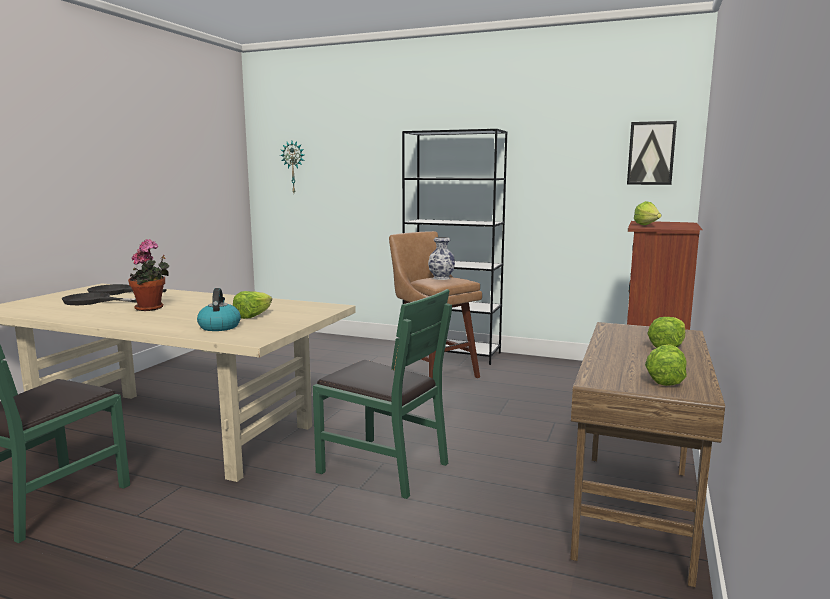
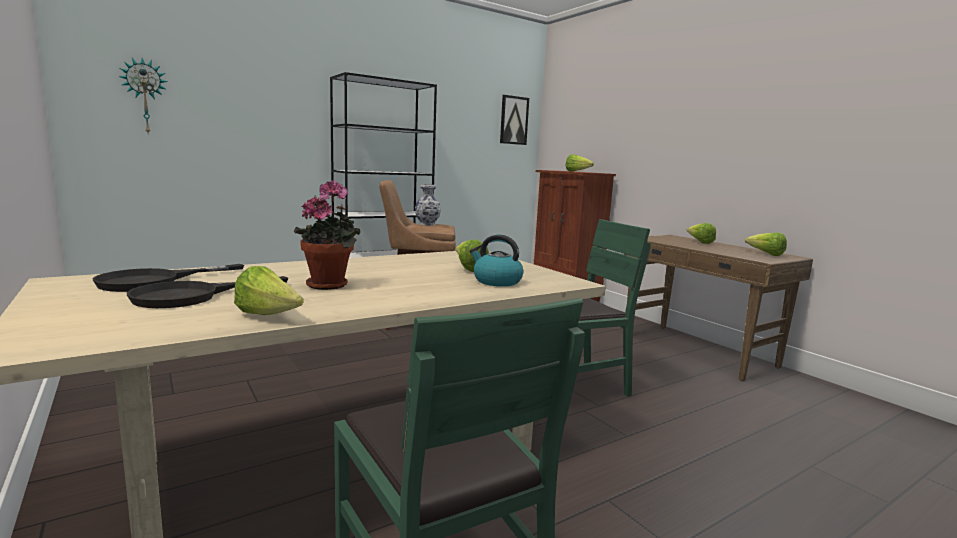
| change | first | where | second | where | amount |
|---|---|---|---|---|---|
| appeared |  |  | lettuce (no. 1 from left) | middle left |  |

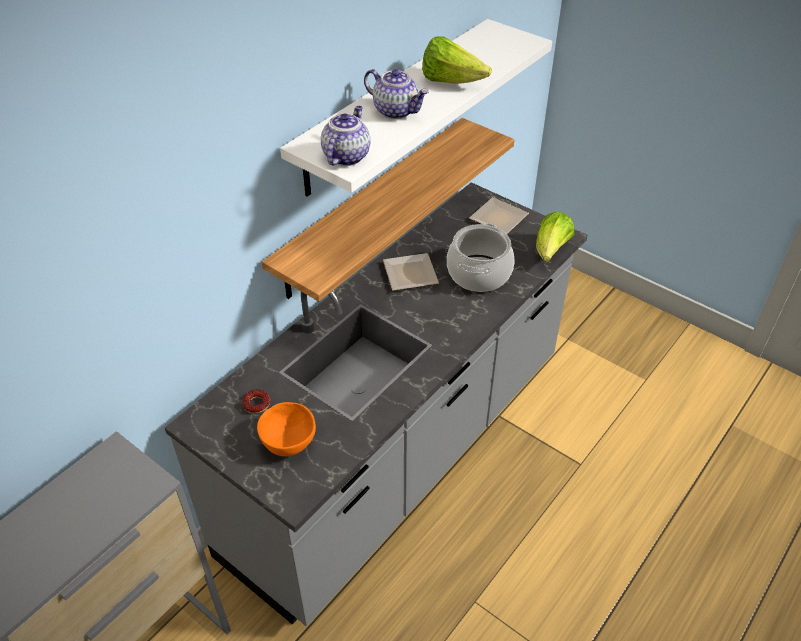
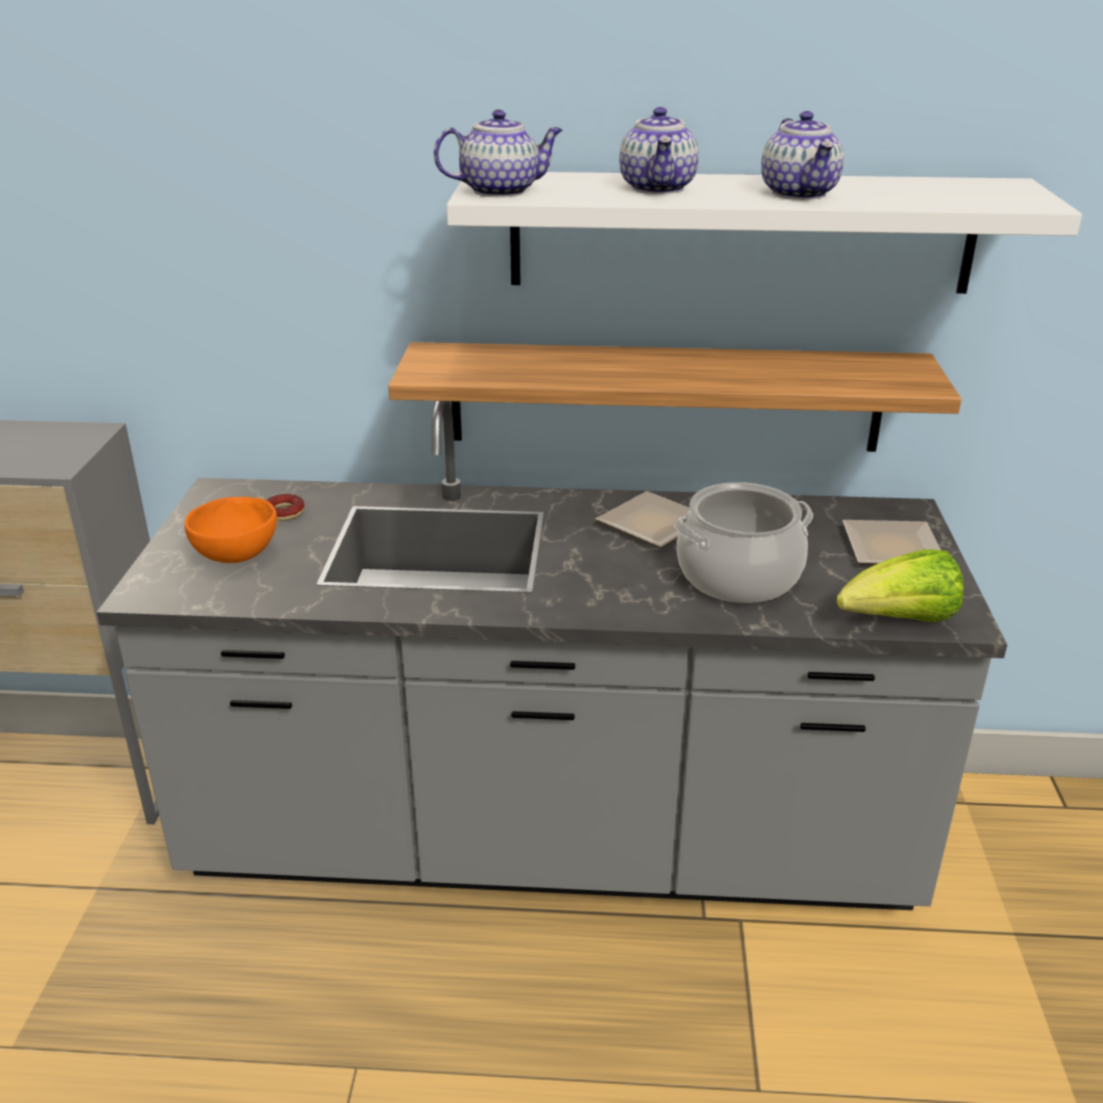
| change | first | where | second | where | amount |
|---|---|---|---|---|---|
| exchanged | lettuce (no. 1 from left) | top centre | tea pot (no. 3 from left) | top right |  |

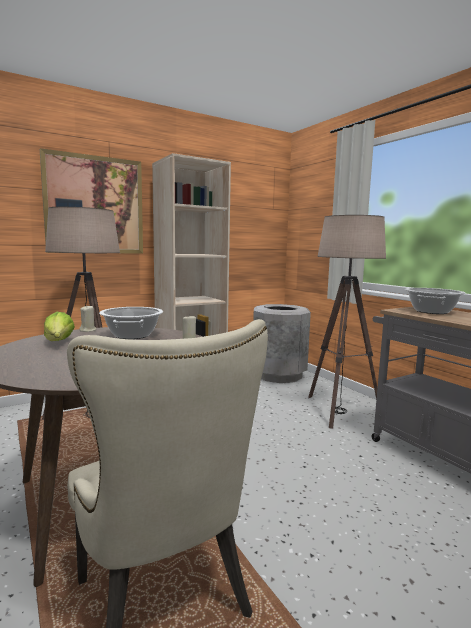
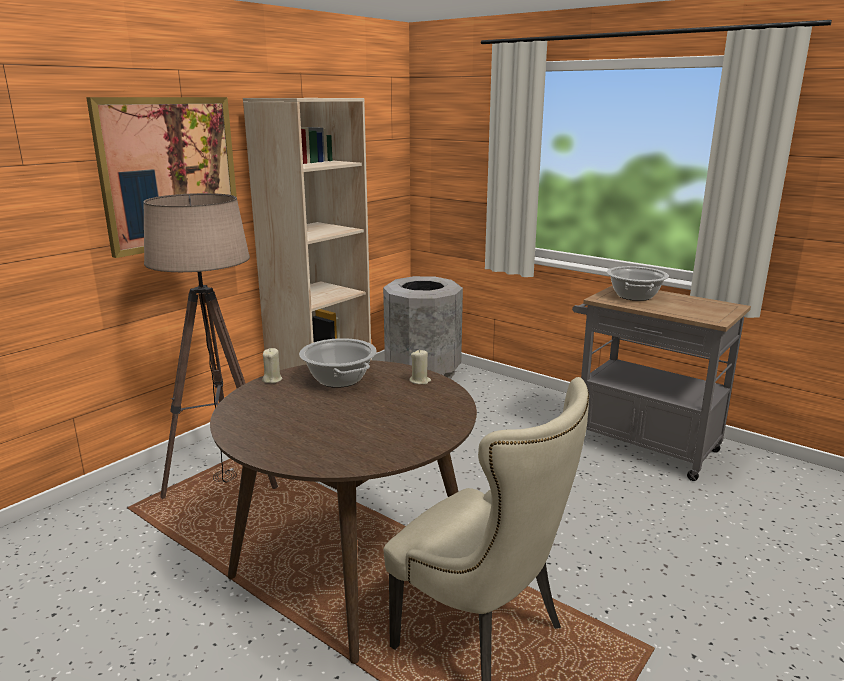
| change | first | where | second | where | amount |
|---|---|---|---|---|---|
| missing | lettuce | middle left |  |  |  |
| missing | standing lamp (no. 2 from left) | middle right |  |  |  |

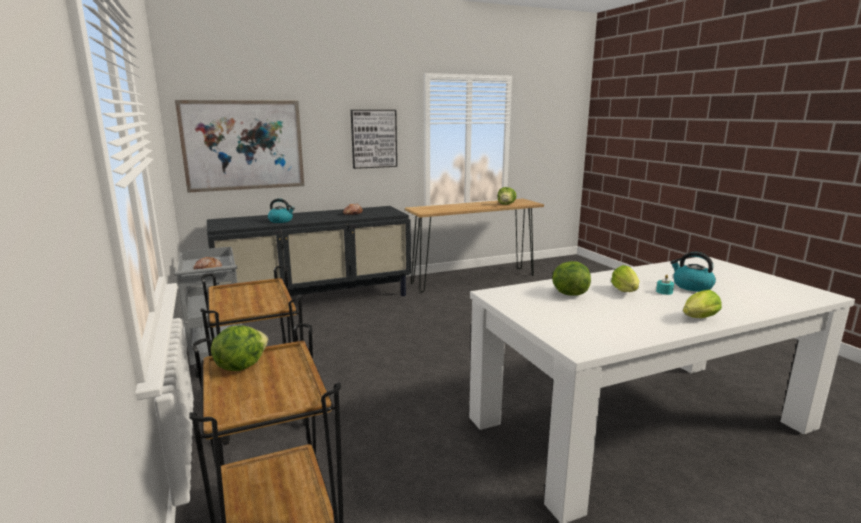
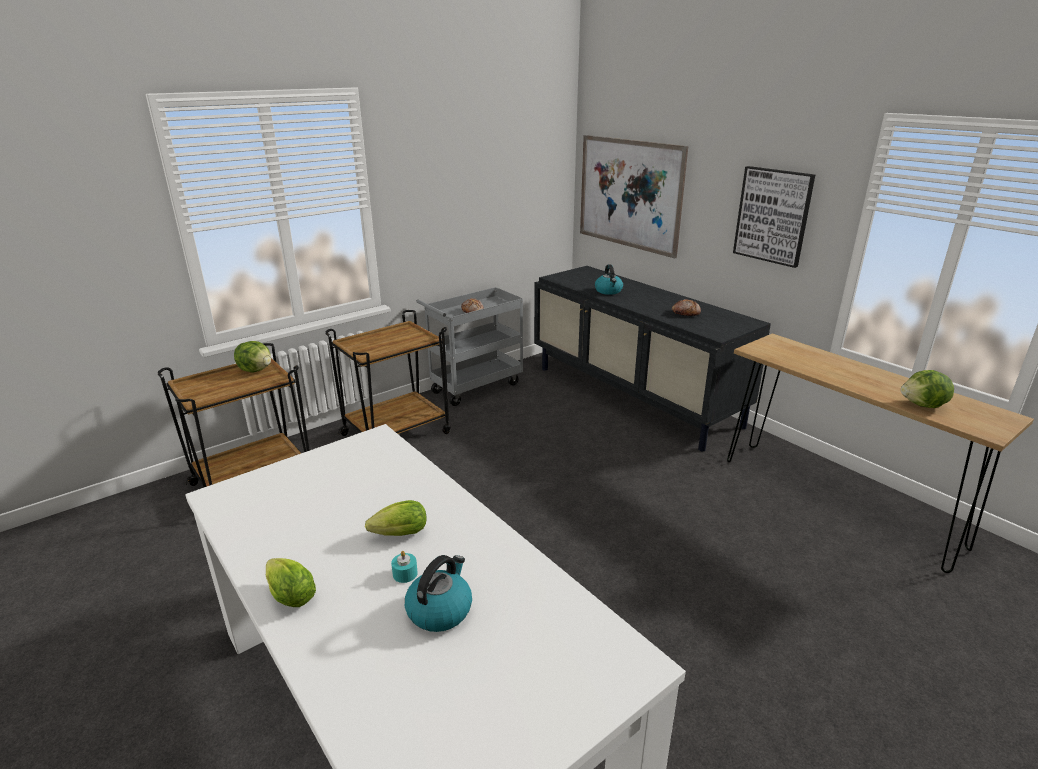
| change | first | where | second | where | amount |
|---|---|---|---|---|---|
| missing | lettuce (no. 3 from left) | centre |  |  |  |

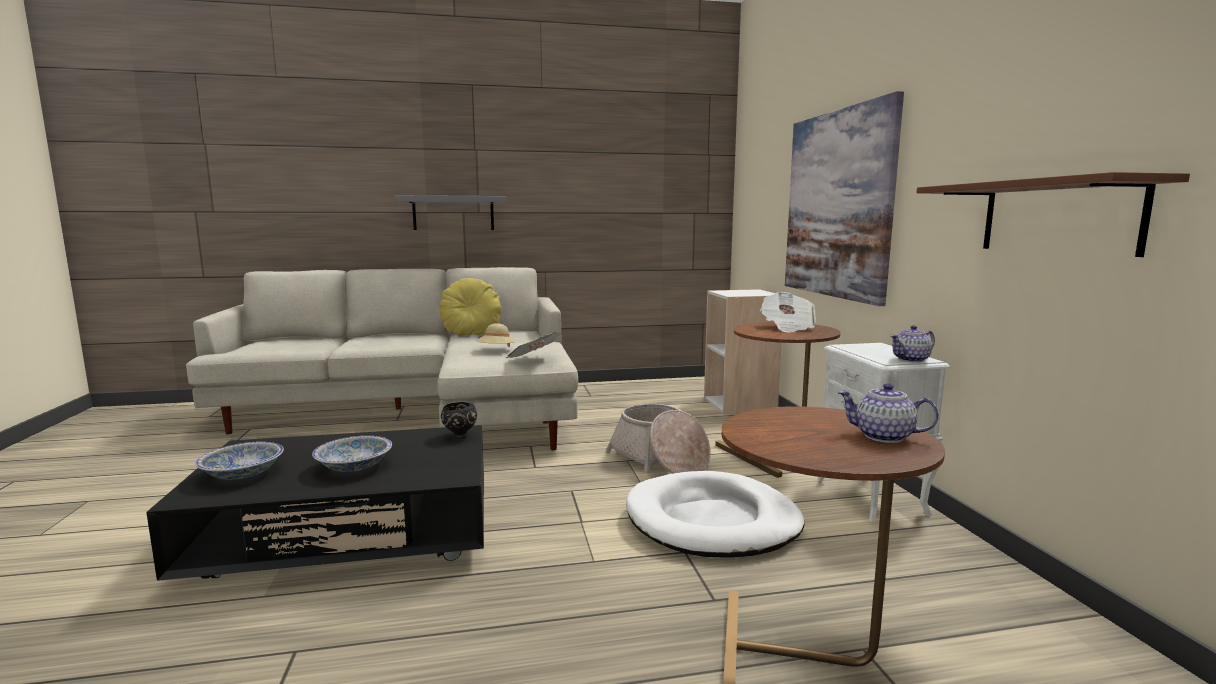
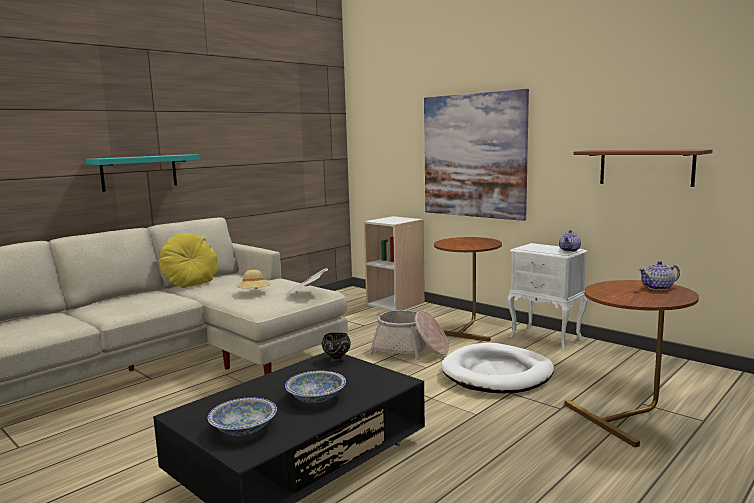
| change | first | where | second | where | amount |
|---|---|---|---|---|---|
| colour | grey shelf | top centre | blue-green shelf | middle left |  |
| missing | printed paper (no. 2 from left) | centre |  |  |  |

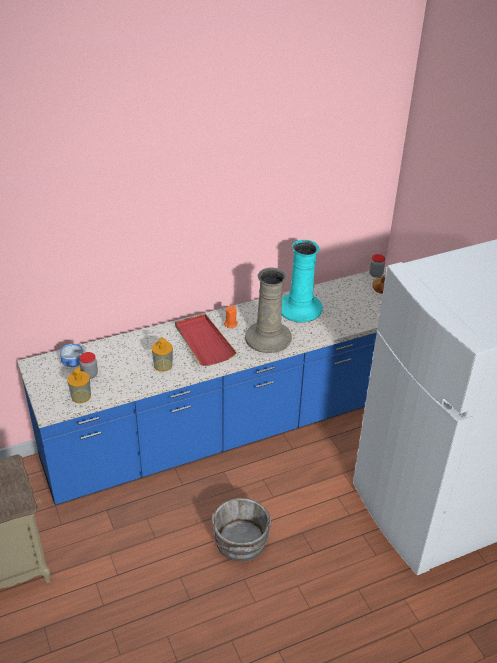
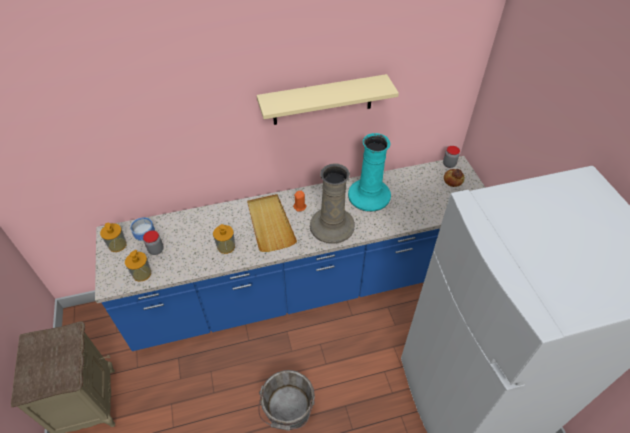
| change | first | where | second | where | amount |
|---|---|---|---|---|---|
| colour | reddish serving tray | centre | sand-coloured serving tray | centre |  |
| appeared |  |  | liquid soap bottle (no. 1 from left) | middle left |  |
| appeared |  |  | sand-coloured shelf | top centre |  |

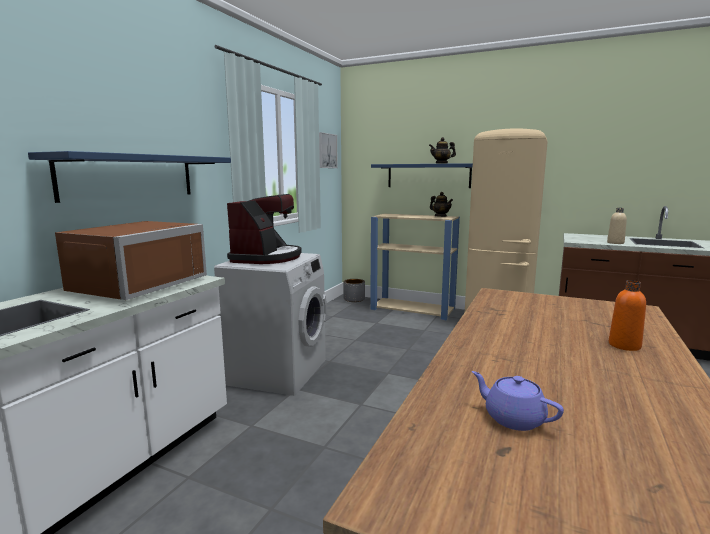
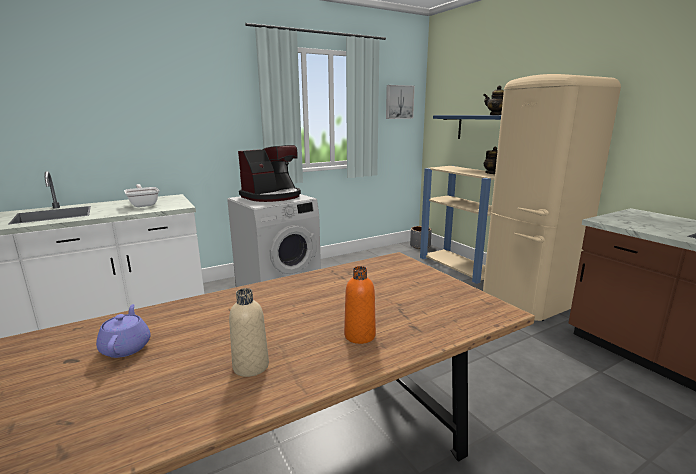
| change | first | where | second | where | amount |
|---|---|---|---|---|---|
| missing | bluish shelf (no. 1 from left) | top left |  |  |  |
| exchanged | brownish kitchen microwave | middle left | skillet | middle left |  |
| relocated | sand-coloured drink bottle | middle right |  | bottom centre |  |

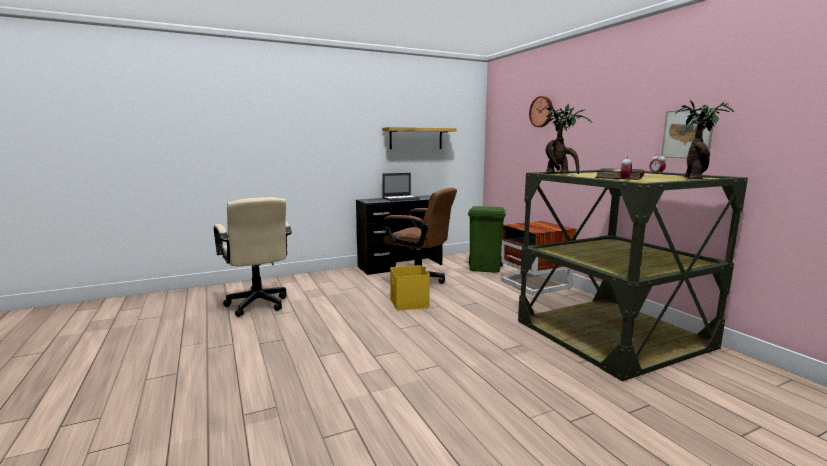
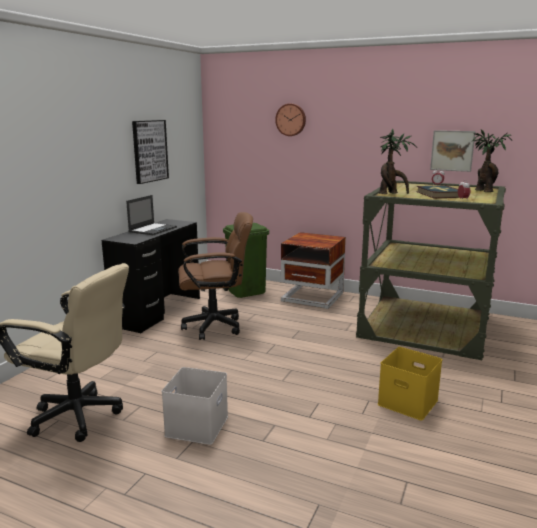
| change | first | where | second | where | amount |
|---|---|---|---|---|---|
| exchanged | shelf | top centre | wall art (no. 1 from left) | top left |  |
| relocated | yellow-coloured storage bin | centre |  | bottom right |  |
| appeared |  |  | white storage bin | bottom centre |  |

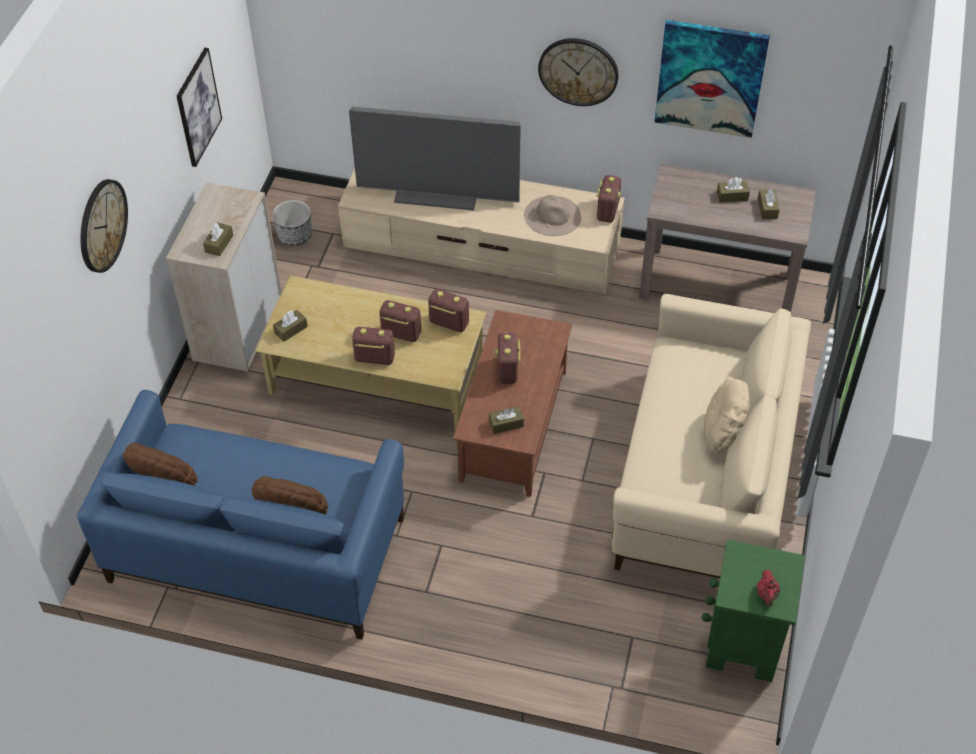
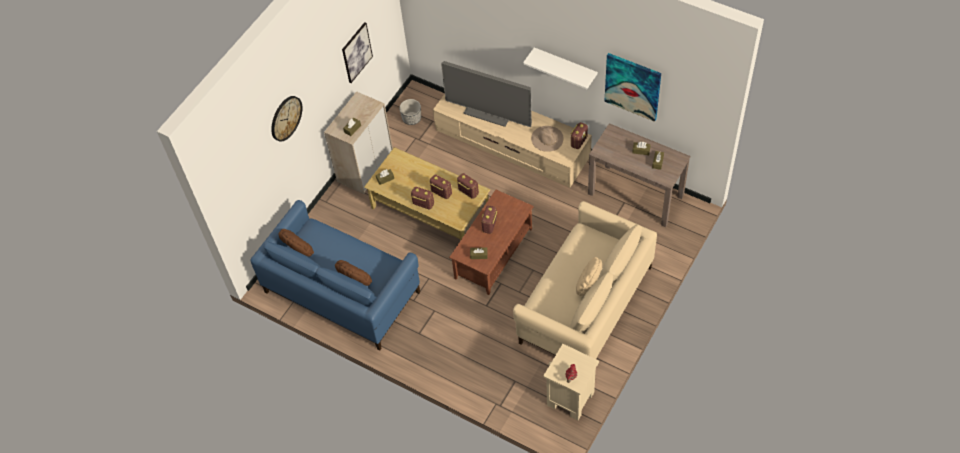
| change | first | where | second | where | amount |
|---|---|---|---|---|---|
| exchanged | clock on the wall (no. 2 from left) | top centre | white shelf | top centre |  |
| colour | green nightstand | bottom right | sand-coloured nightstand | bottom centre |  |

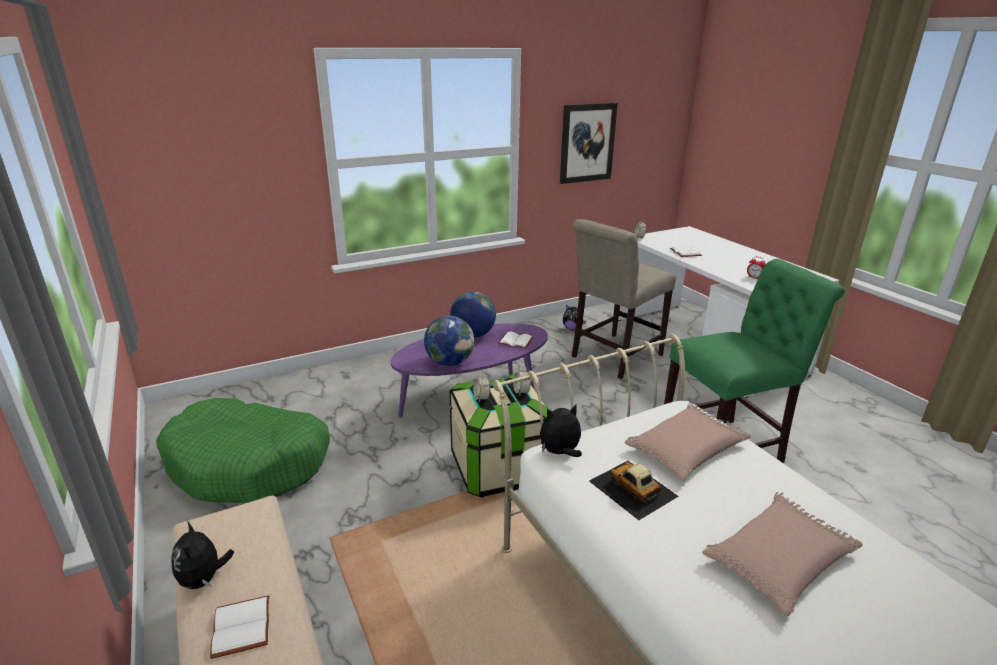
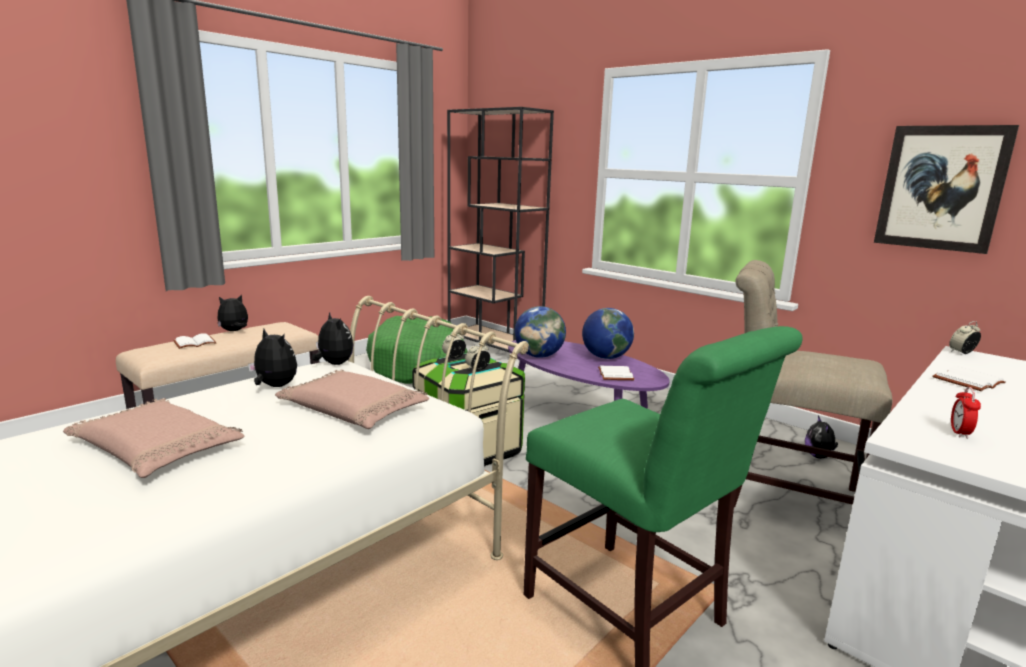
| change | first | where | second | where | amount |
|---|---|---|---|---|---|
| exchanged | toy car | bottom centre | plush toy (no. 2 from left) | middle left |  |
| appeared |  |  | bookcase | centre |  |

